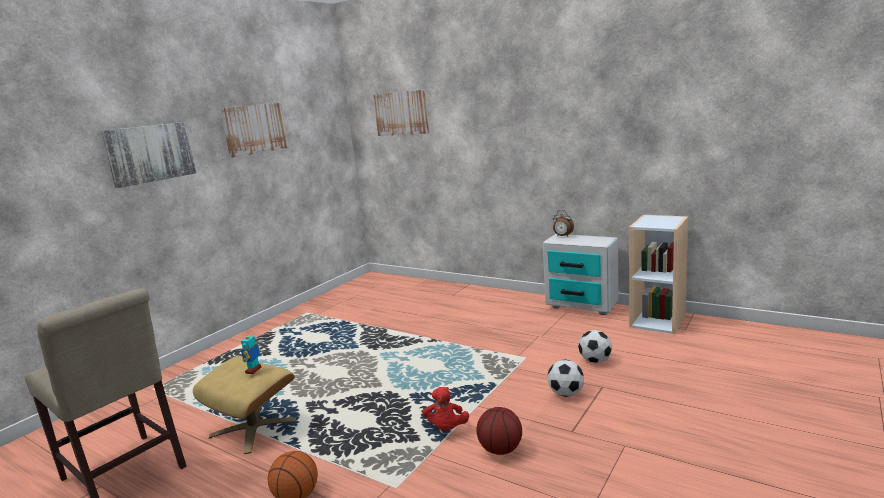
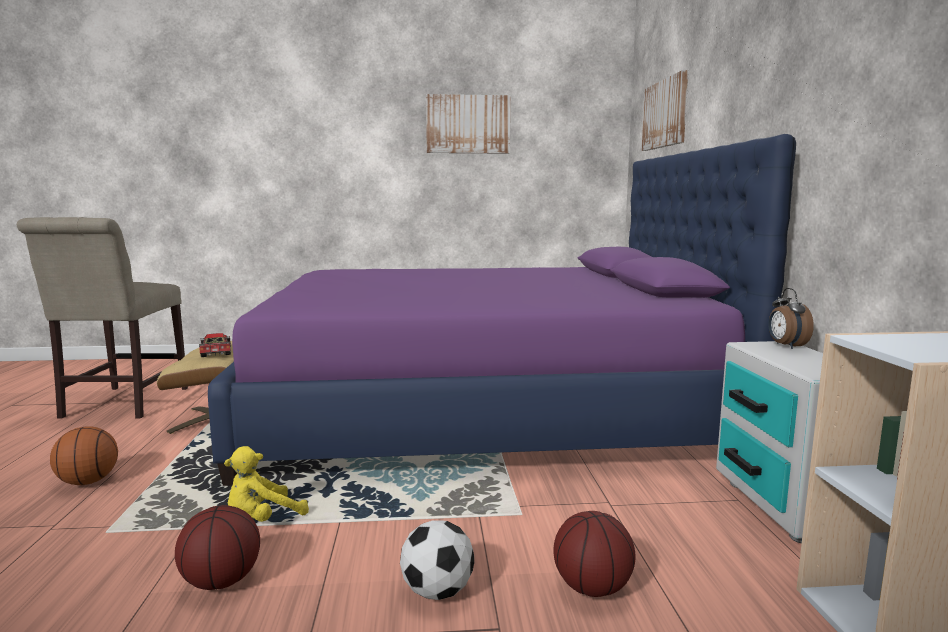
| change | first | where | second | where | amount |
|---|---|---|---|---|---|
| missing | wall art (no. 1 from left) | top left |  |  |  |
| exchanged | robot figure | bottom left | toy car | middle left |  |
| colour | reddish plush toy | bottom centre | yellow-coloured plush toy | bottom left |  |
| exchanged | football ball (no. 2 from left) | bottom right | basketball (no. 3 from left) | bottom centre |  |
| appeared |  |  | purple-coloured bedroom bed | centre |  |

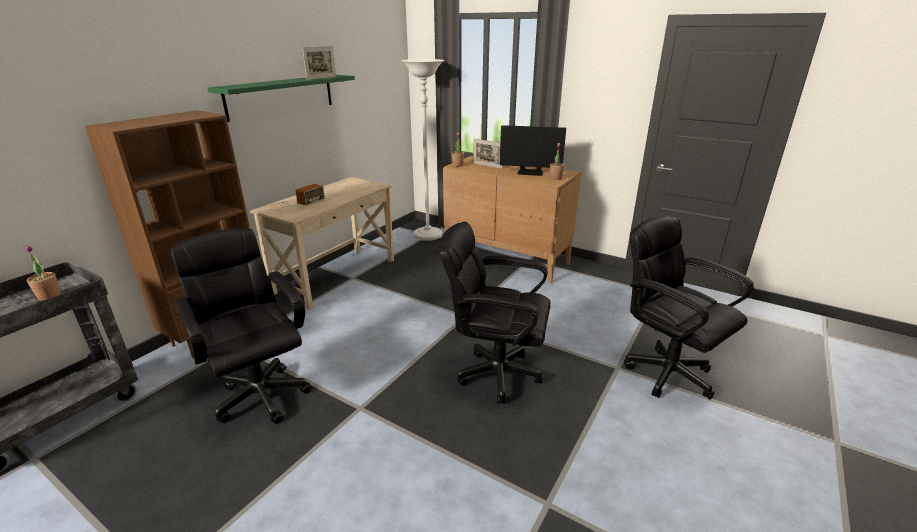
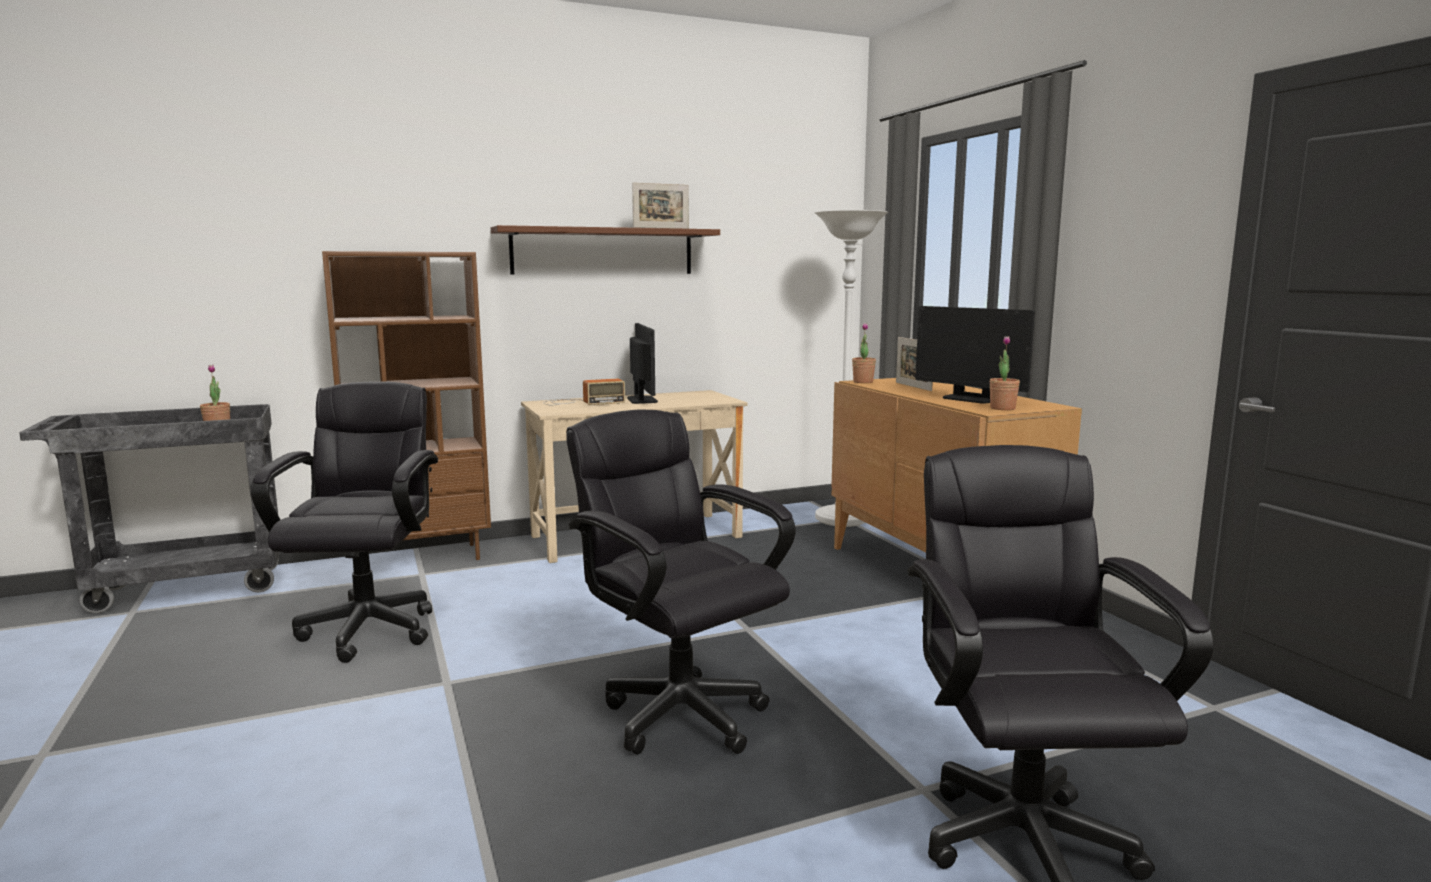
| change | first | where | second | where | amount |
|---|---|---|---|---|---|
| colour | green shelf | top left | brownish shelf | top centre |  |
| appeared |  |  | computer screen (no. 1 from left) | centre |  |

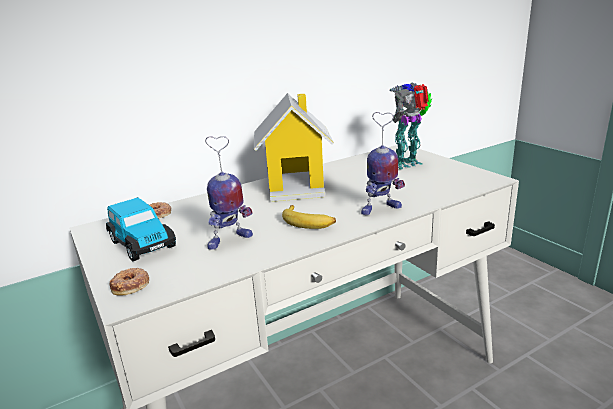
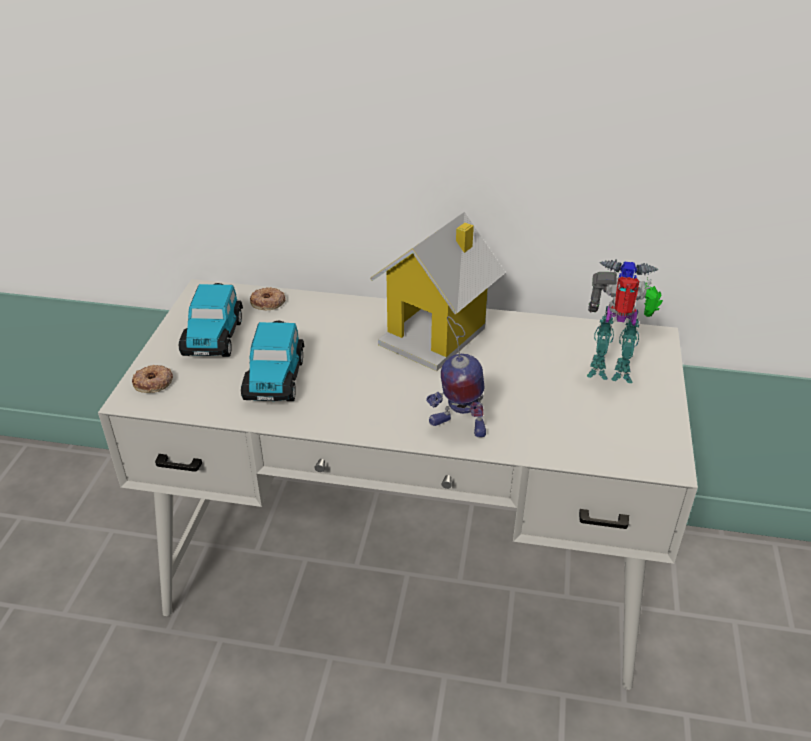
| change | first | where | second | where | amount |
|---|---|---|---|---|---|
| exchanged | robot figure (no. 1 from left) | centre | toy car (no. 2 from left) | centre |  |
| missing | whole banana | centre |  |  |  |

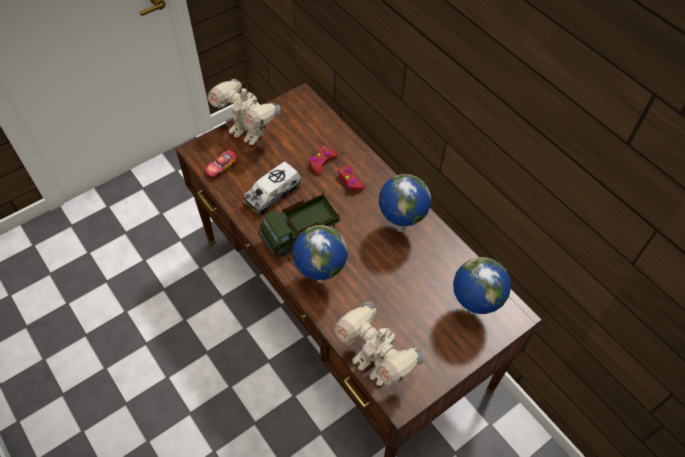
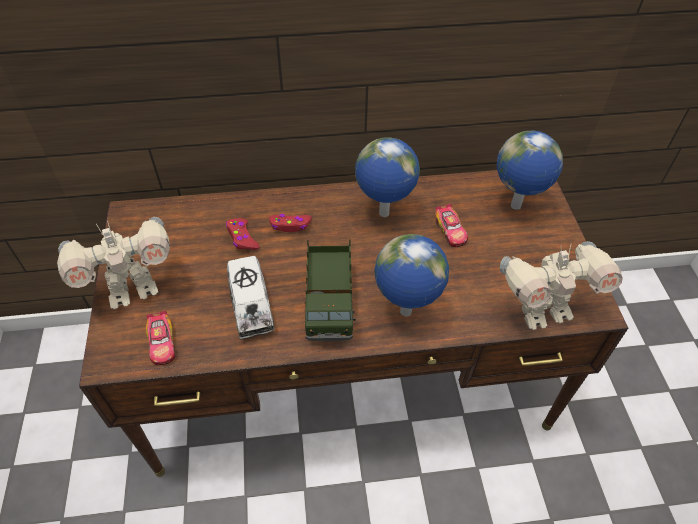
| change | first | where | second | where | amount |
|---|---|---|---|---|---|
| appeared |  |  | toy car (no. 2 from left) | centre |  |

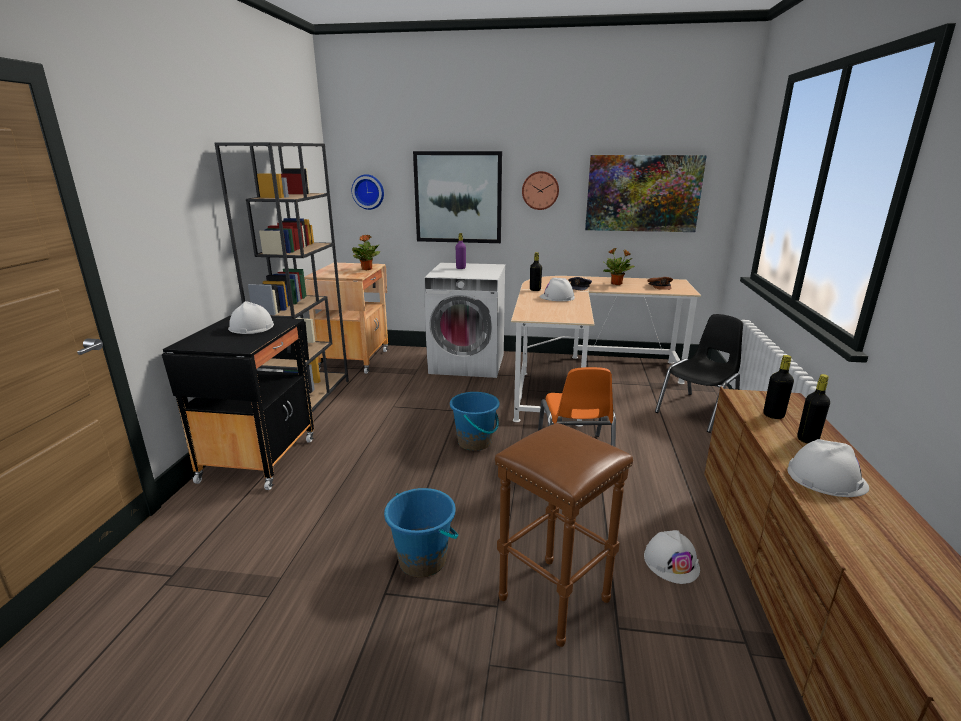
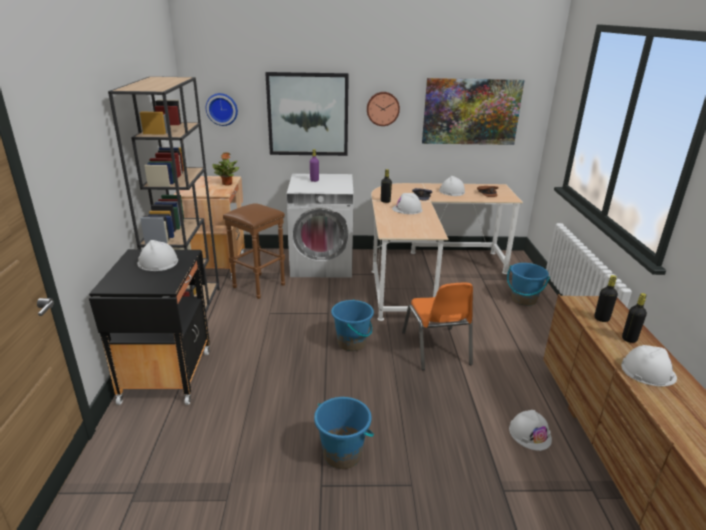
| change | first | where | second | where | amount |
|---|---|---|---|---|---|
| relocated | brownish stool | bottom centre |  | centre |  |
| exchanged | potted plant (no. 2 from left) | centre | white work helmet (no. 3 from left) | centre |  |
| exchanged | blackish chair | middle right | bluish water bucket (no. 3 from left) | middle right |  |

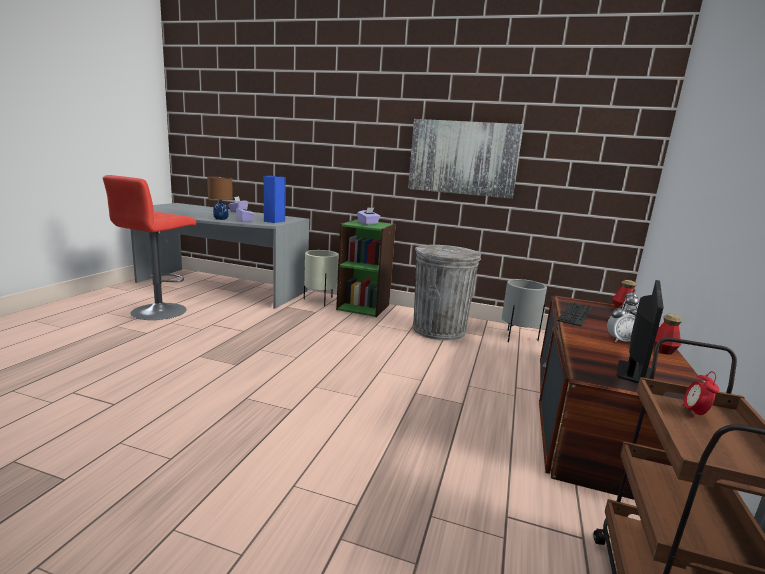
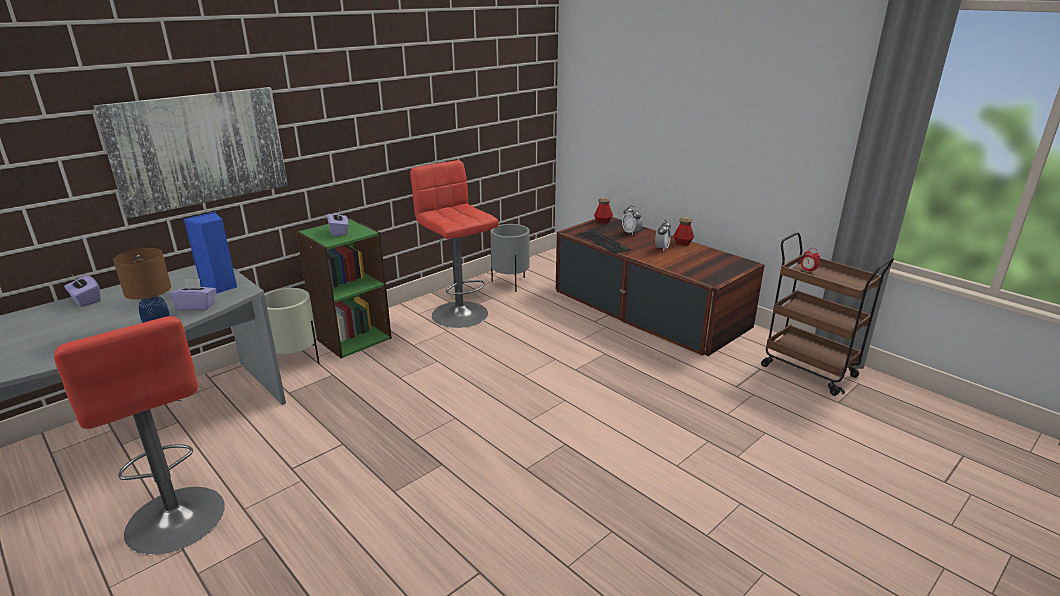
| change | first | where | second | where | amount |
|---|---|---|---|---|---|
| relocated | wall art | top centre |  | top left |  |
| exchanged | grey waste bin | centre | reddish stool (no. 2 from left) | centre |  |
| missing | computer screen | middle right |  |  |  |

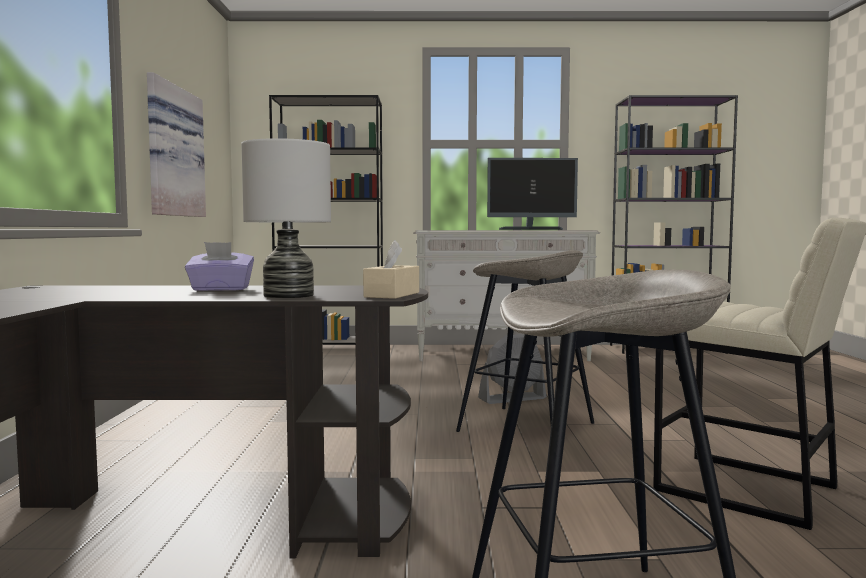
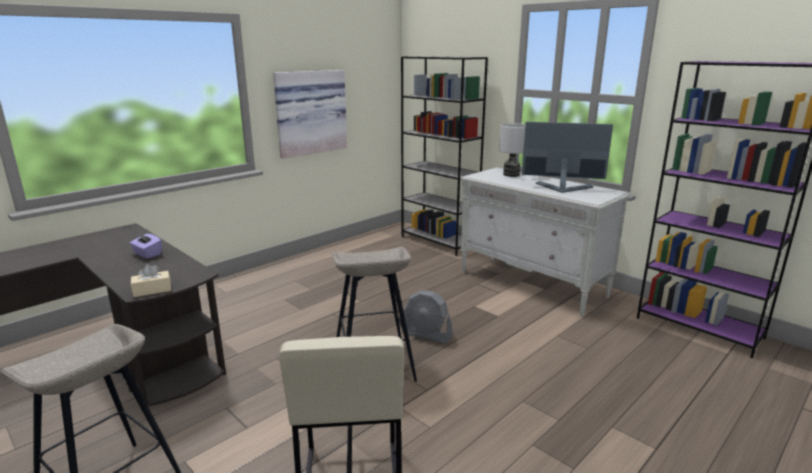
| change | first | where | second | where | amount |
|---|---|---|---|---|---|
| relocated | grey table lamp | middle left |  | top centre |  |
| spun | computer screen | centre |  | top right | 150 degrees clockwise |

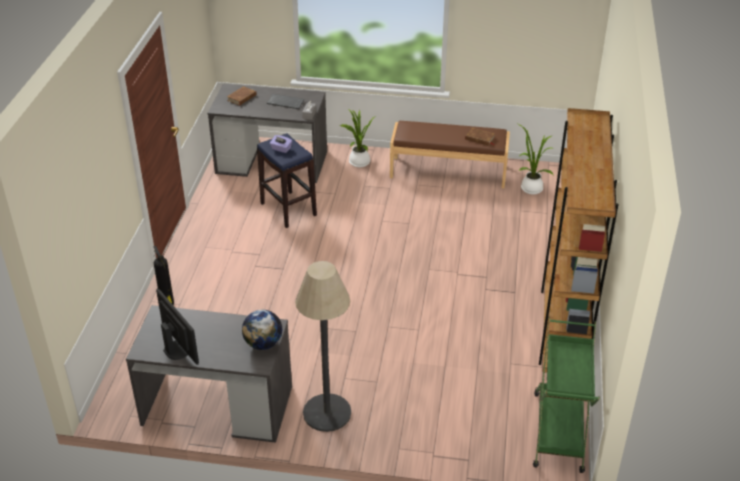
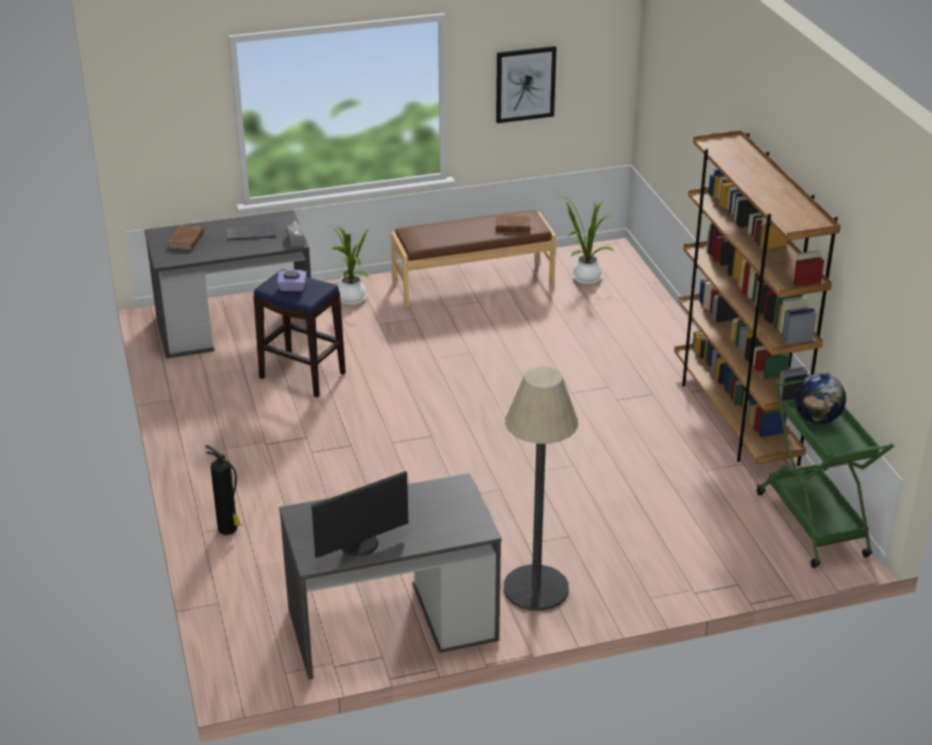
| change | first | where | second | where | amount |
|---|---|---|---|---|---|
| spun | computer screen | bottom left |  | bottom centre | 120 degrees clockwise |
| relocated | world globe | bottom centre |  | middle right |  |
| appeared |  |  | wall art | top centre |  |

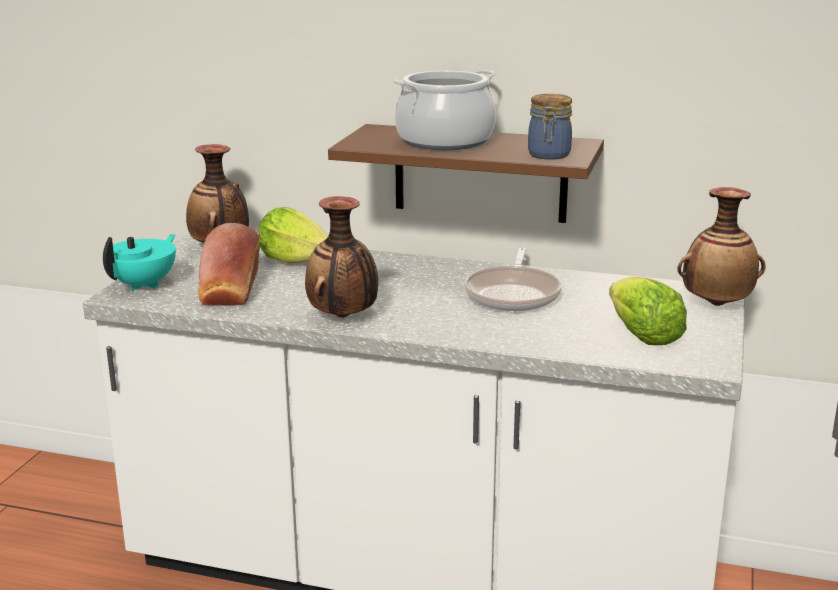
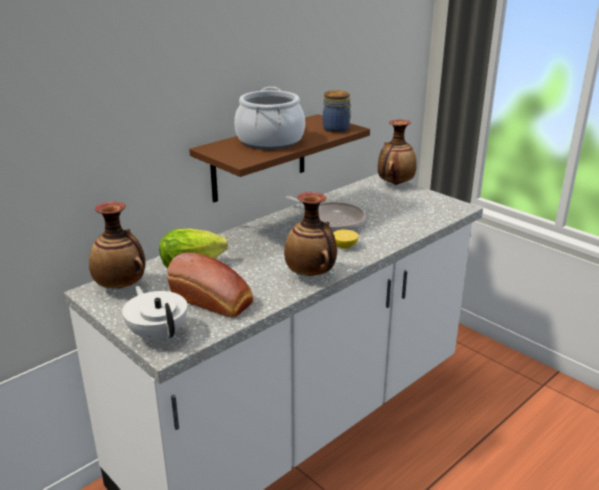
| change | first | where | second | where | amount |
|---|---|---|---|---|---|
| colour | blue-green tea pot | middle left | white tea pot | middle left |  |
| missing | lettuce (no. 2 from left) | middle right |  |  |  |
| appeared |  |  | whole lemon | centre |  |

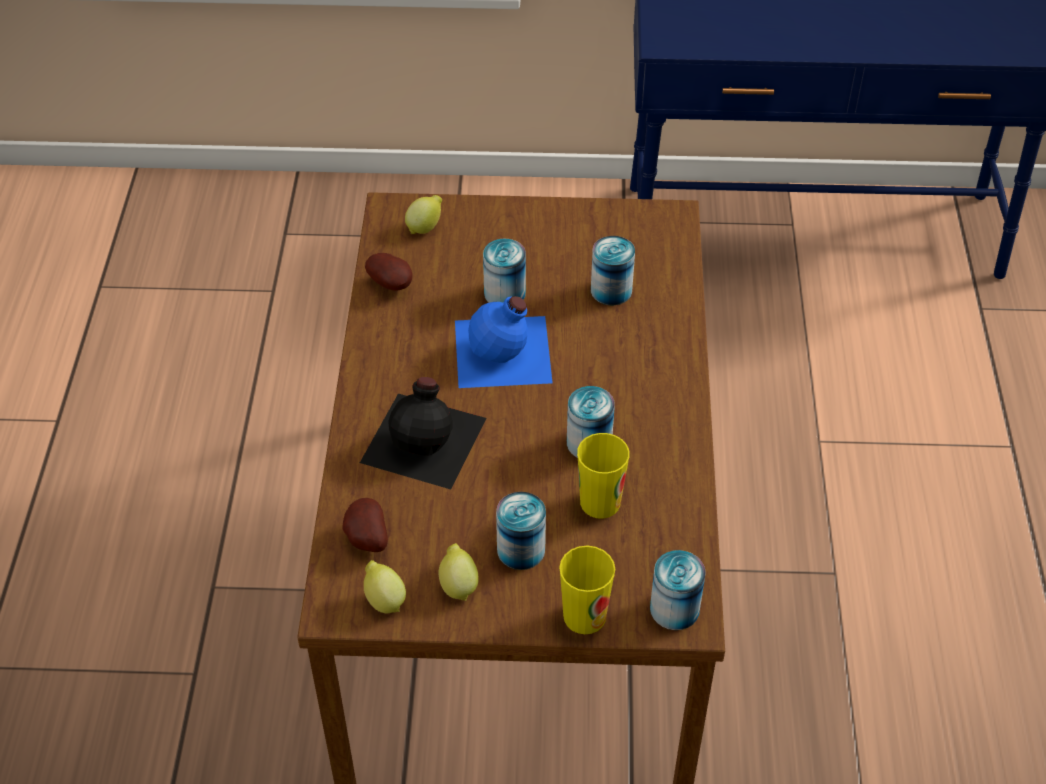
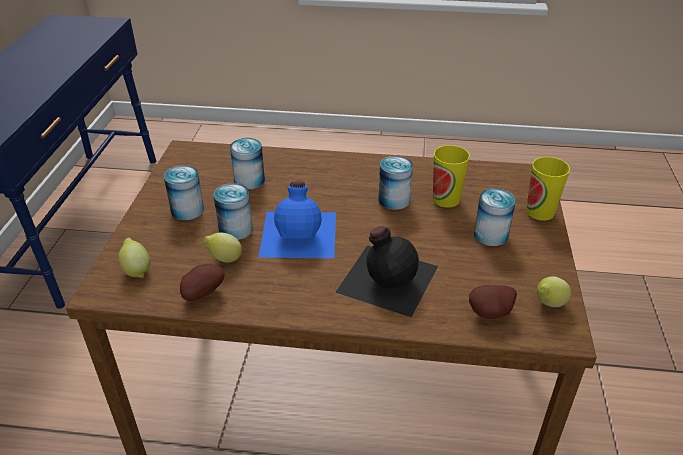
| change | first | where | second | where | amount |
|---|---|---|---|---|---|
| relocated | whole lemon (no. 3 from left in the first image) | bottom centre | whole lemon (no. 2 from left) | middle left |  |
| relocated | metal can (no. 5 from left in the first image) | bottom centre | metal can (no. 1 from left) | middle left |  |

